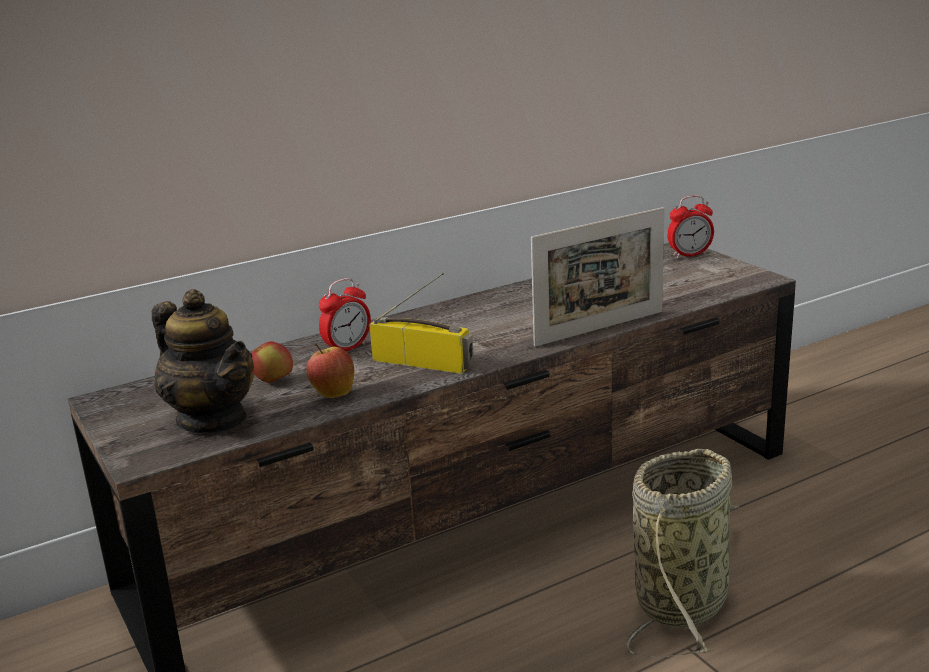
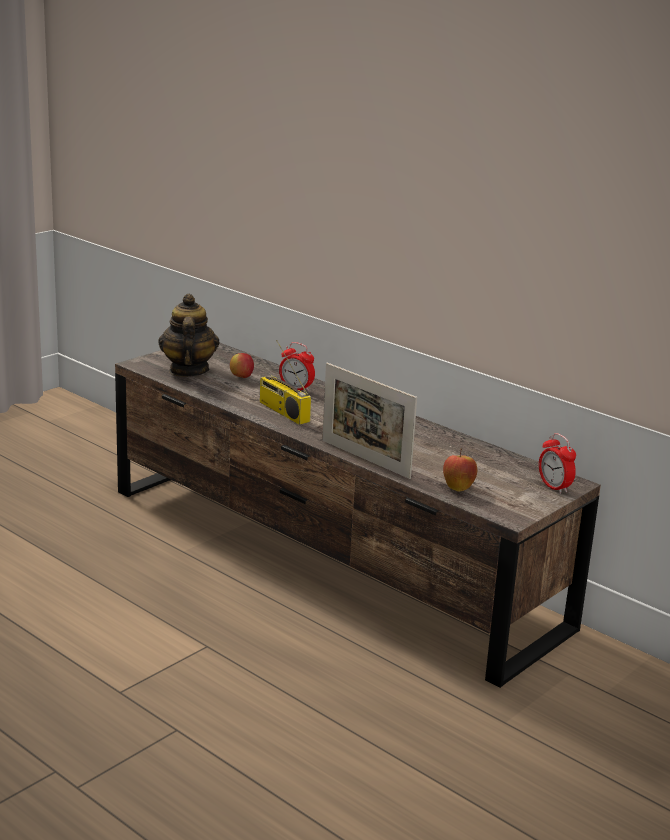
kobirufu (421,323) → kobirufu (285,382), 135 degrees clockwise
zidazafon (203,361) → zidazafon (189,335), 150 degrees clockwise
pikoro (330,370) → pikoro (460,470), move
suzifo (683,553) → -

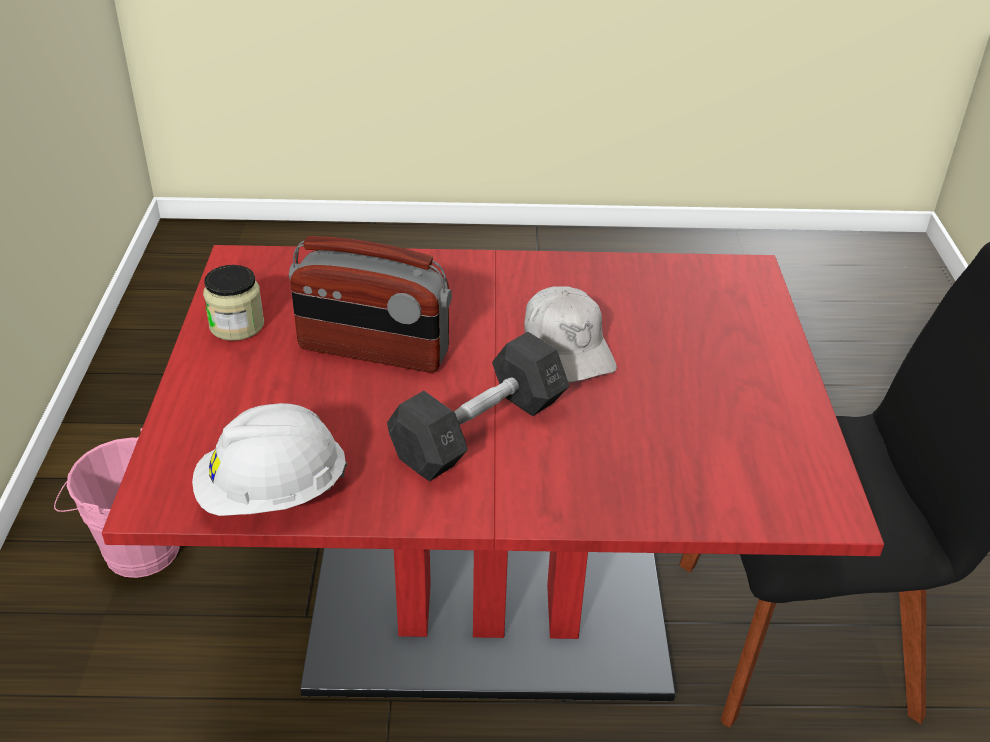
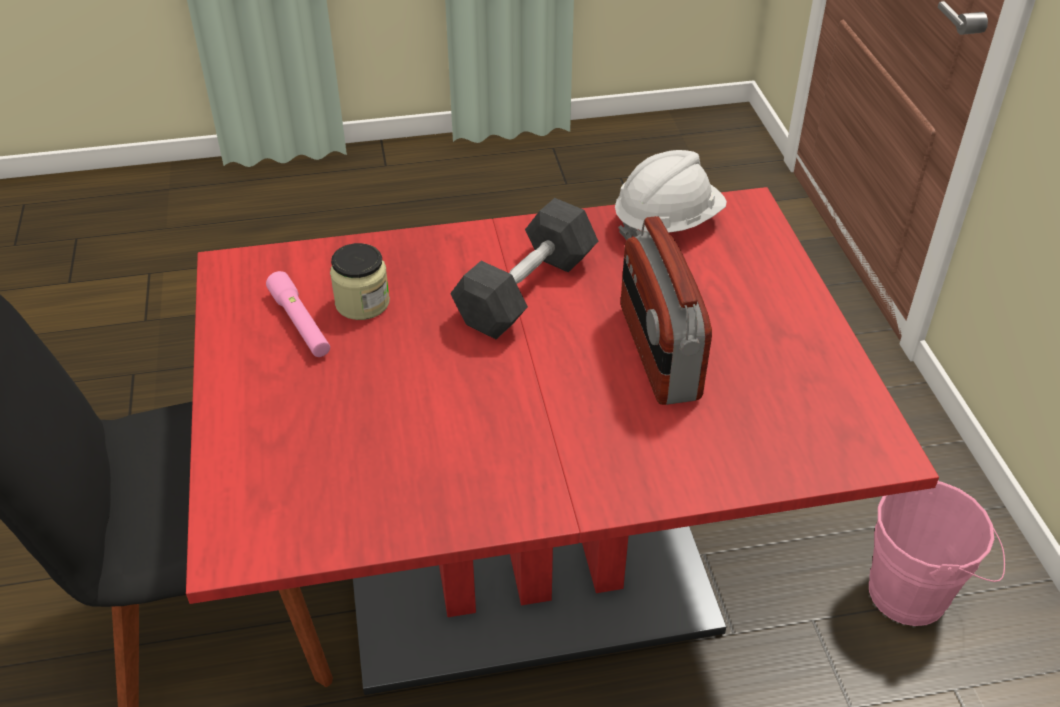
kobirufu (370,304) → kobirufu (666,310), 105 degrees counterclockwise
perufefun (233,303) → perufefun (360,281), move
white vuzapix (570,334) → -
- → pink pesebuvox (298,314)

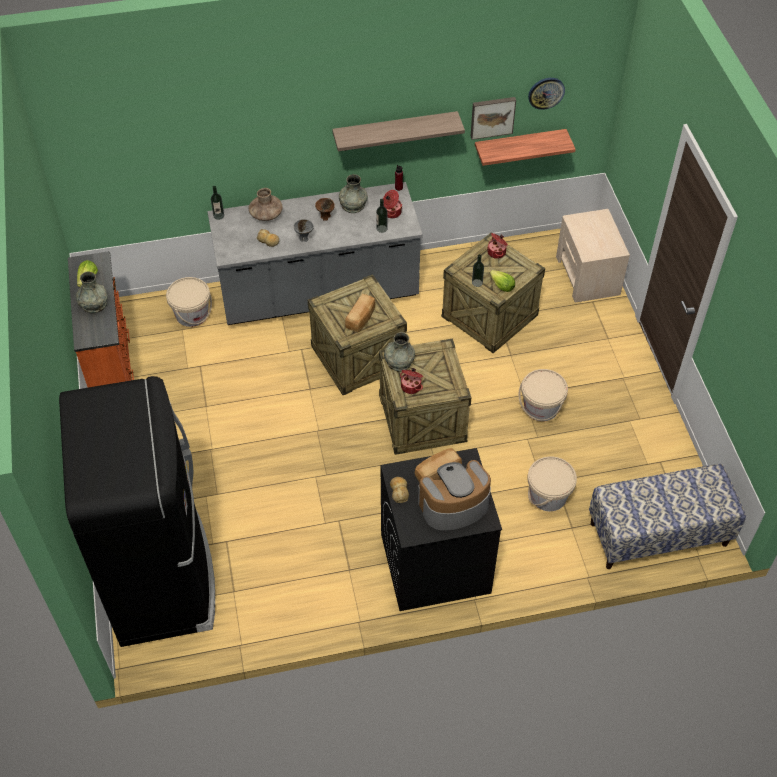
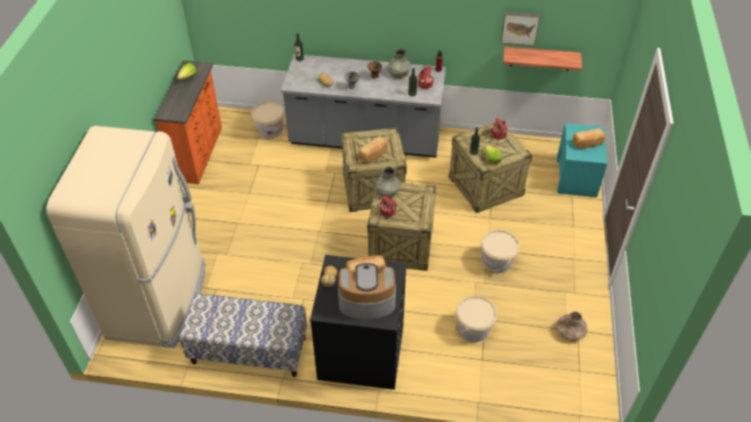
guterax (546,94) → -
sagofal (398,131) → -
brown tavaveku (265,204) → brown tavaveku (572,326), move
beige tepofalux (593,255) → turquoise tepofalux (582,160)
grey tavaveku (91,292) → -
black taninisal (137,511) → beige taninisal (126,237)
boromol (667,516) → boromol (243,335), move
- → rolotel (589,139)

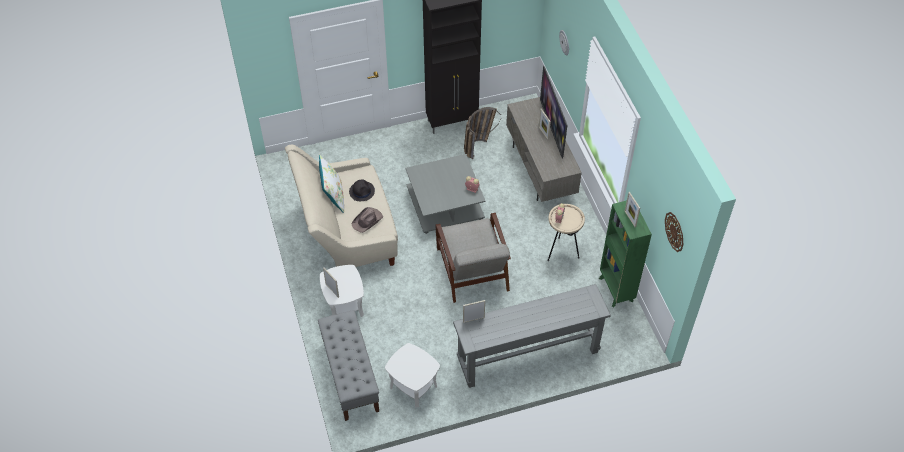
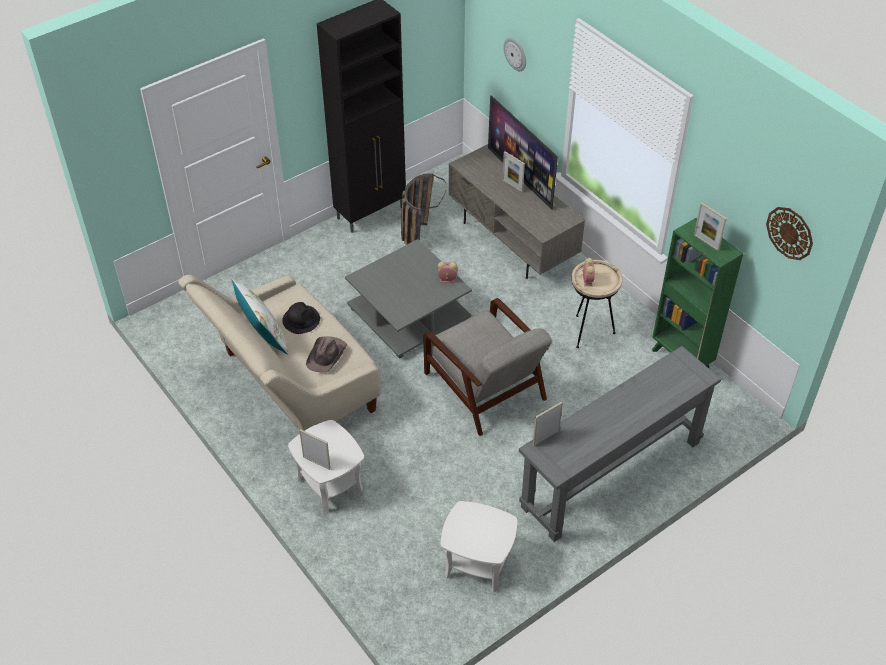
grey boromol (348,365) → -

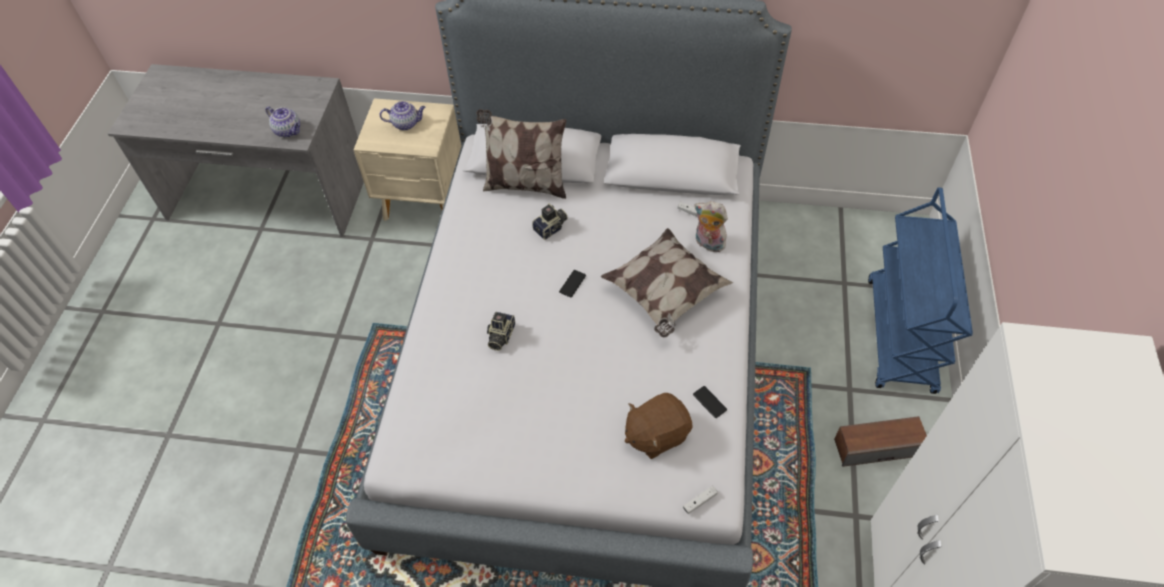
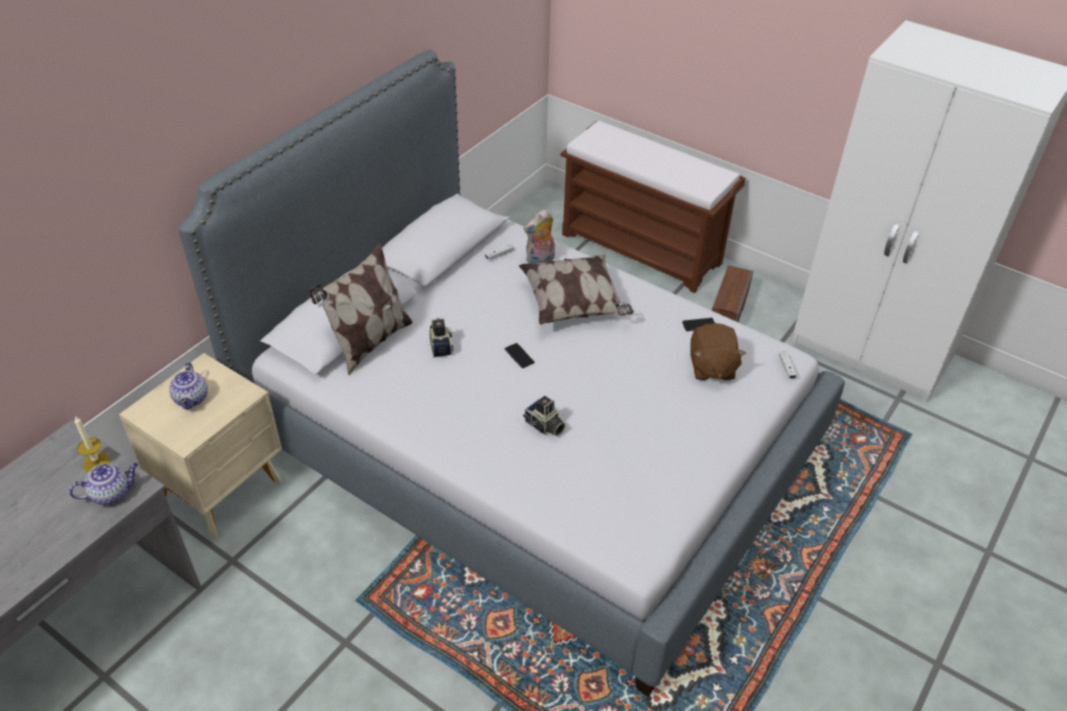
zidazafon (402,116) → zidazafon (188,386), 150 degrees clockwise
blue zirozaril (920,290) → brown boromol (653,207)
- → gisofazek (92,444)

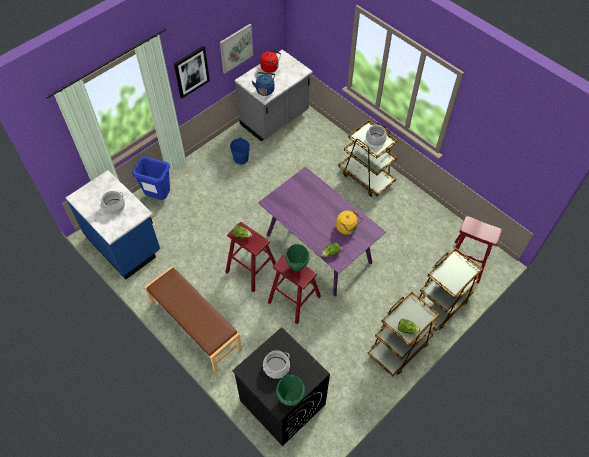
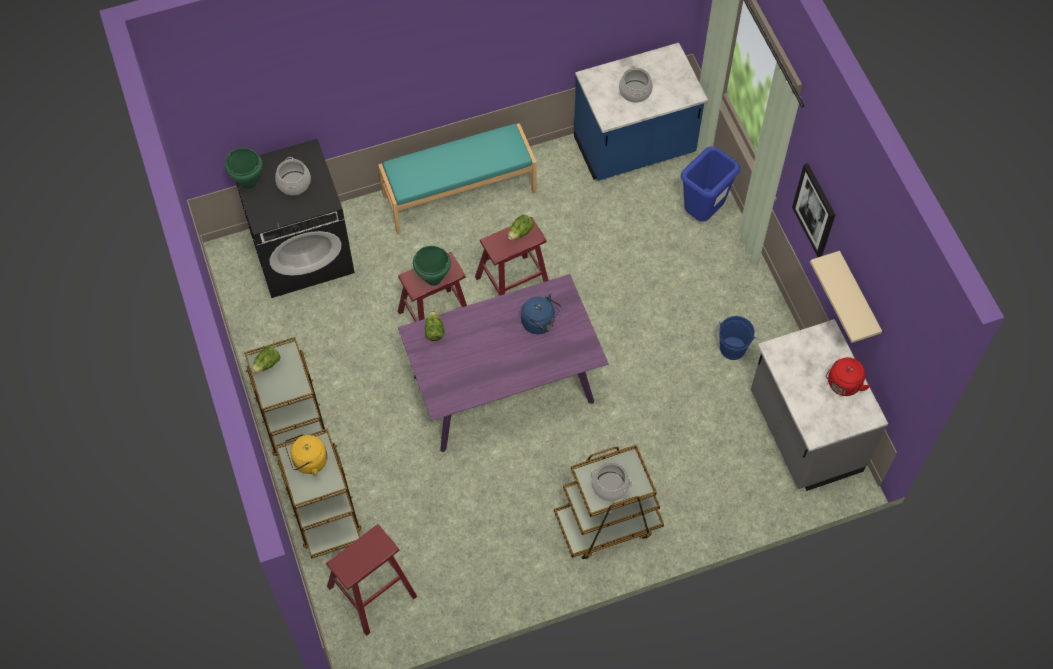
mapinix (236,49) → beige sagofal (846,297)
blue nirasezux (263,84) → blue nirasezux (541,314), move
yellow nirasezux (349,223) → yellow nirasezux (305,454), move
brown boromol (193,319) → turquoise boromol (457,178)

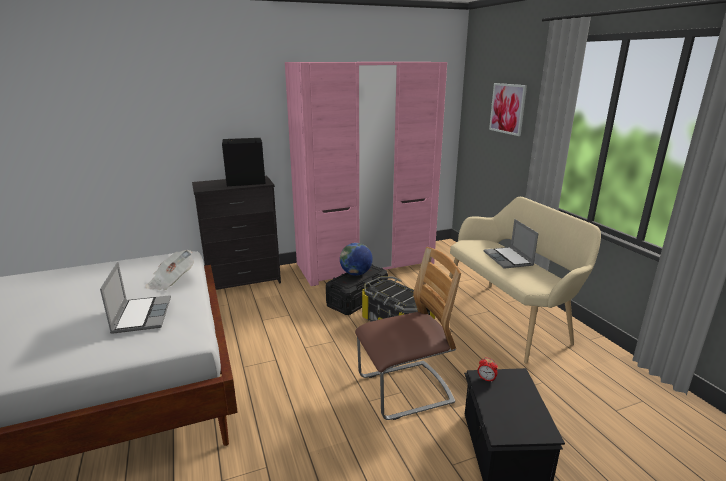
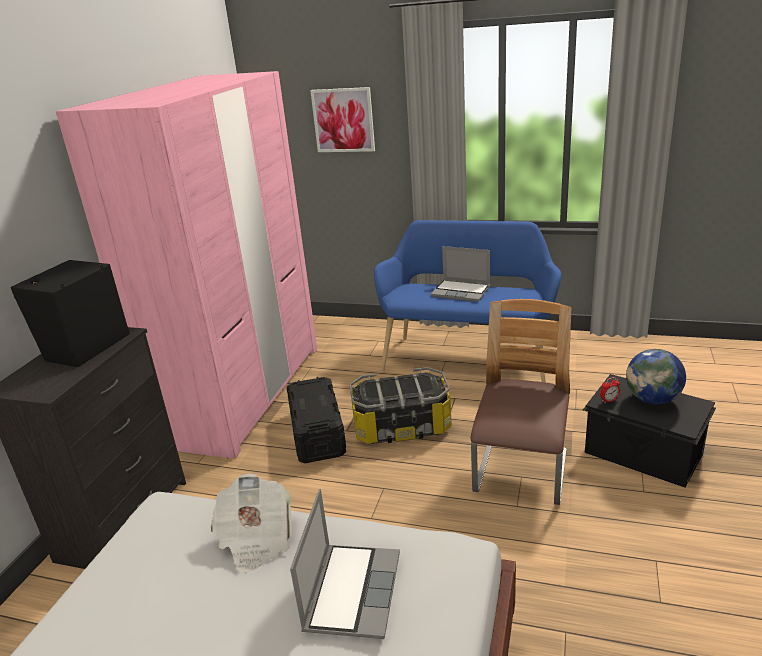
beige boromol (525,280) → blue boromol (467,301)
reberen (356,259) → reberen (656,376), move
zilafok (135,297) → zilafok (345,564), 75 degrees clockwise

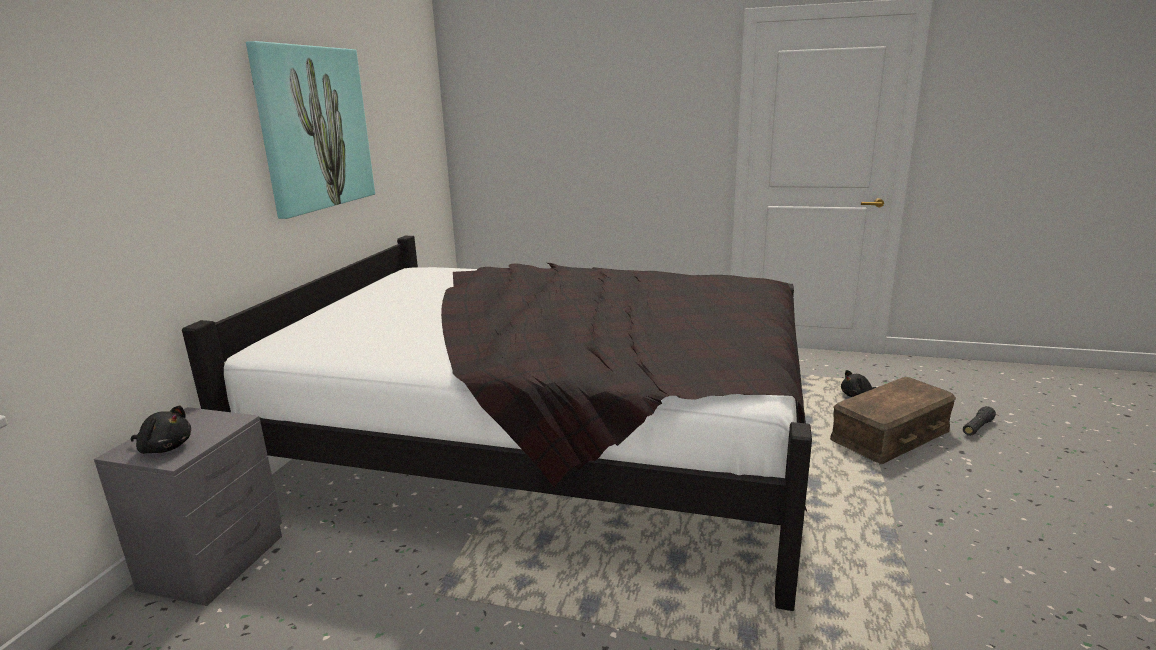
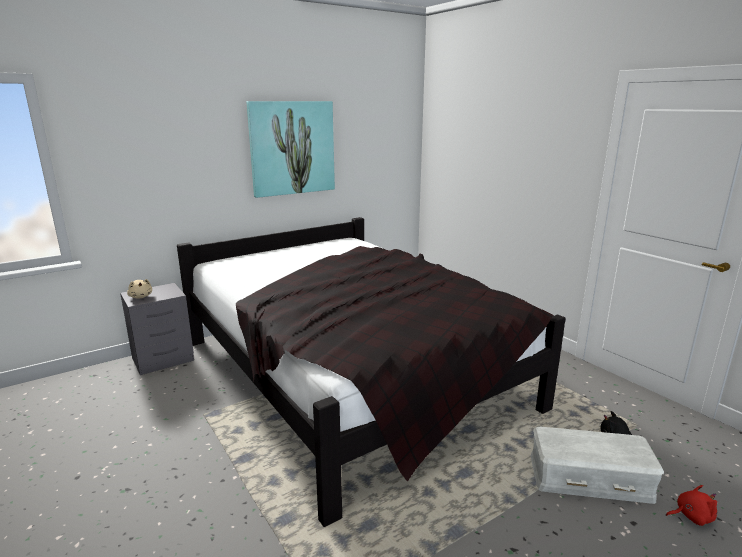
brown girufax (893,421) → white girufax (597,465)
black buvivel (161,429) → beige buvivel (139,288)
black pesebuvox (979,421) → red buvivel (691,505)

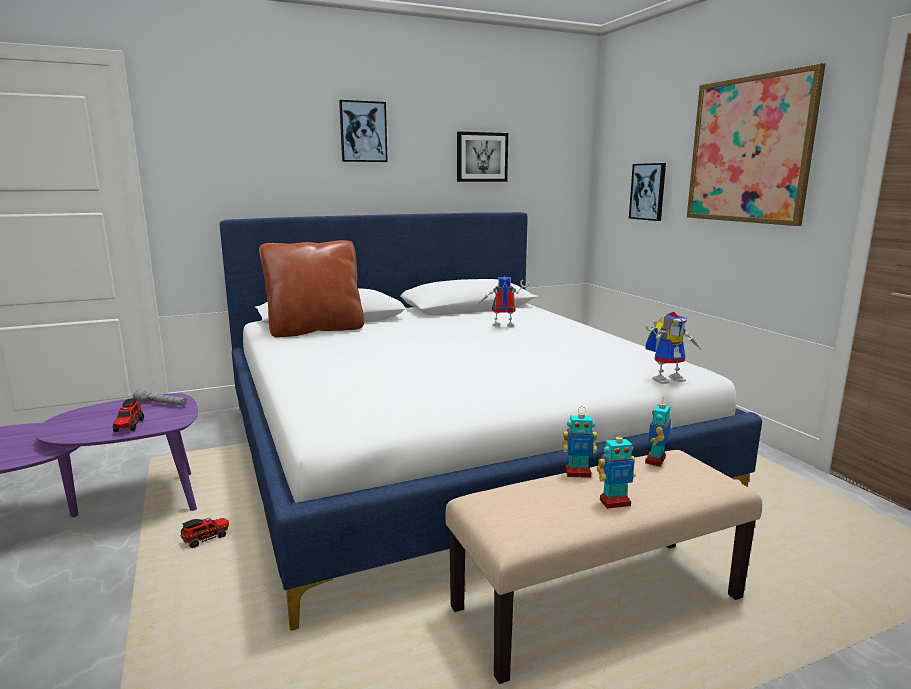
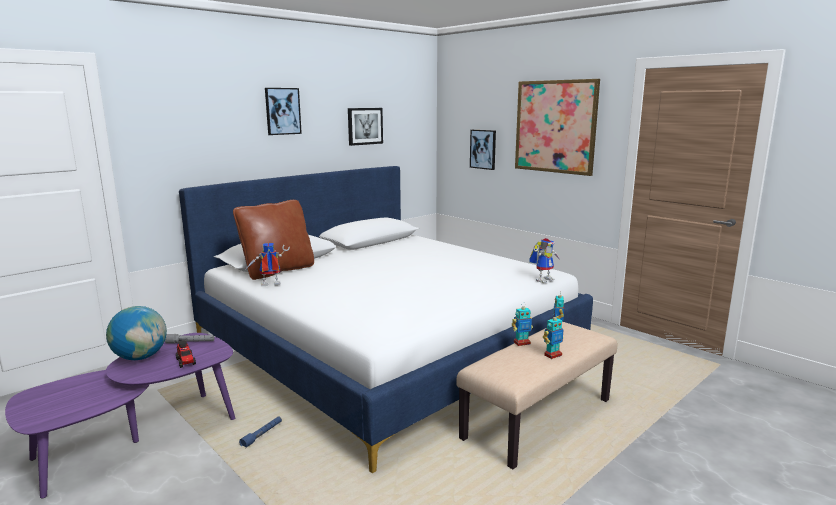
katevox (503,302) → katevox (268,264), move
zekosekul (204,533) → blue pesebuvox (260,432)
- → reberen (136,333)

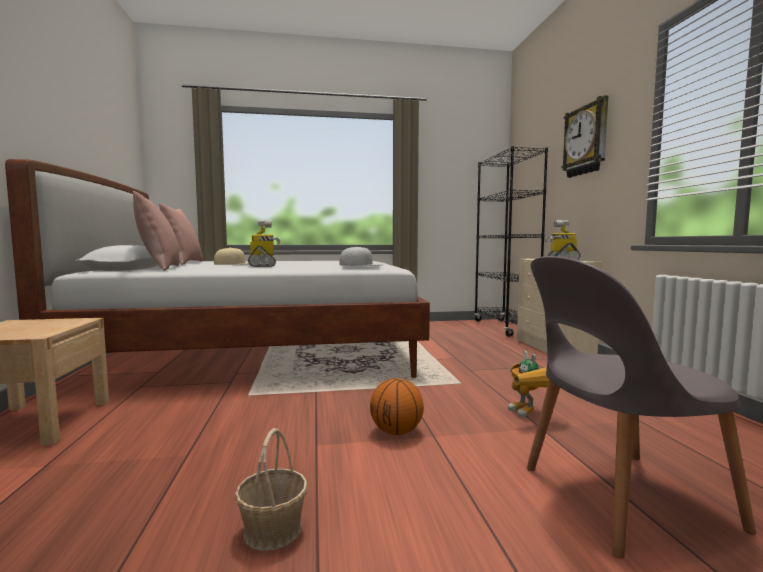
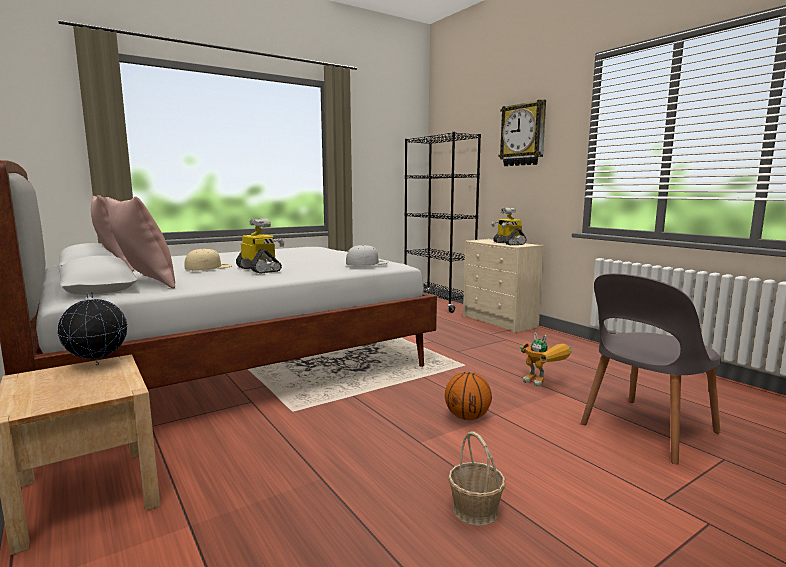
- → reberen (92,328)

